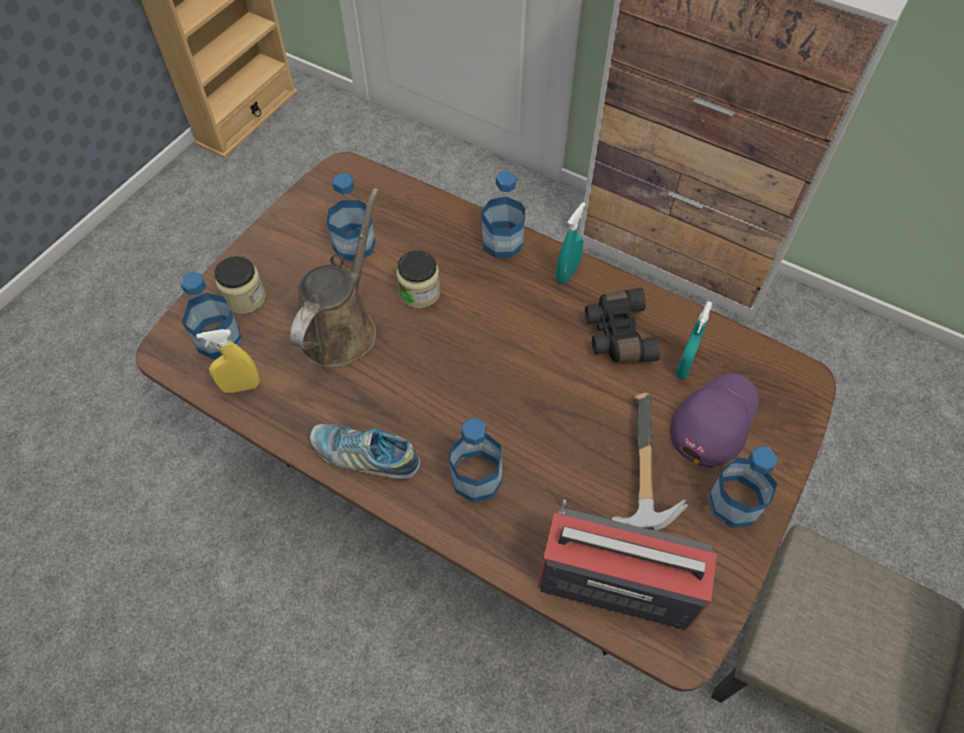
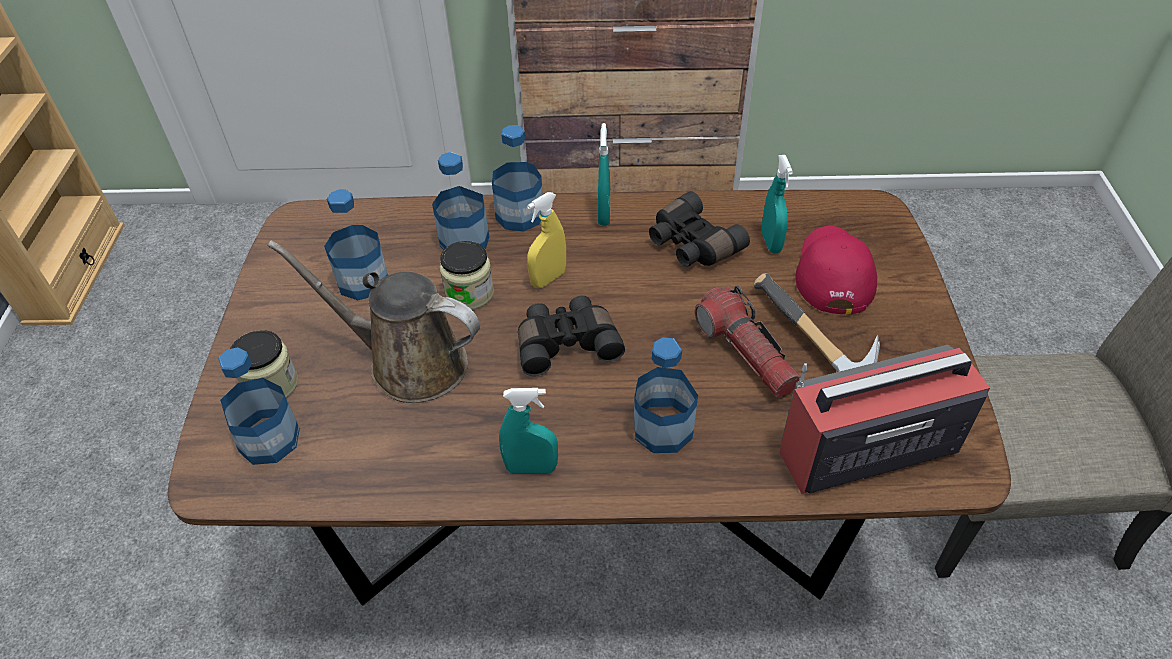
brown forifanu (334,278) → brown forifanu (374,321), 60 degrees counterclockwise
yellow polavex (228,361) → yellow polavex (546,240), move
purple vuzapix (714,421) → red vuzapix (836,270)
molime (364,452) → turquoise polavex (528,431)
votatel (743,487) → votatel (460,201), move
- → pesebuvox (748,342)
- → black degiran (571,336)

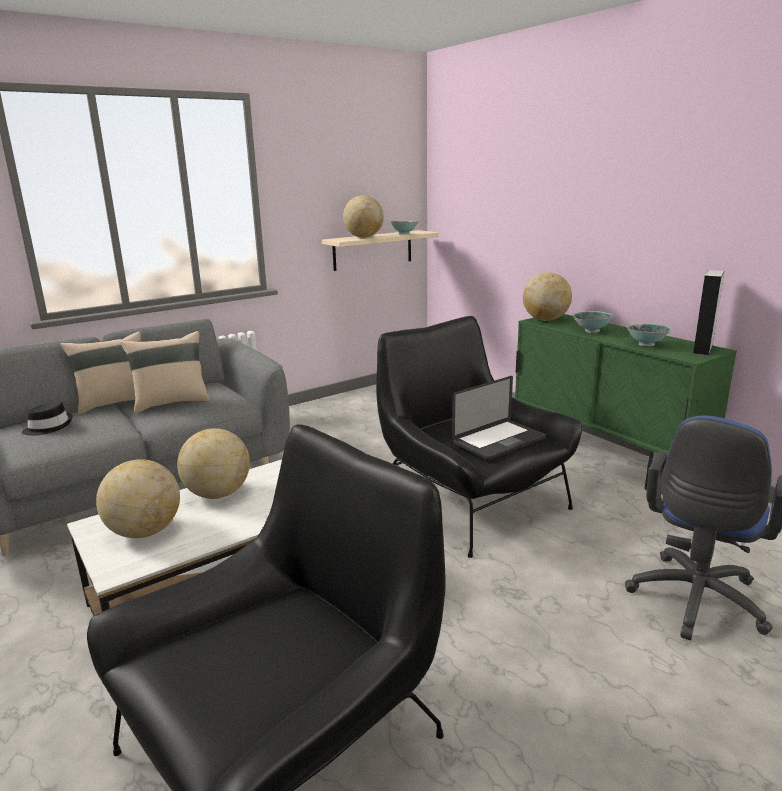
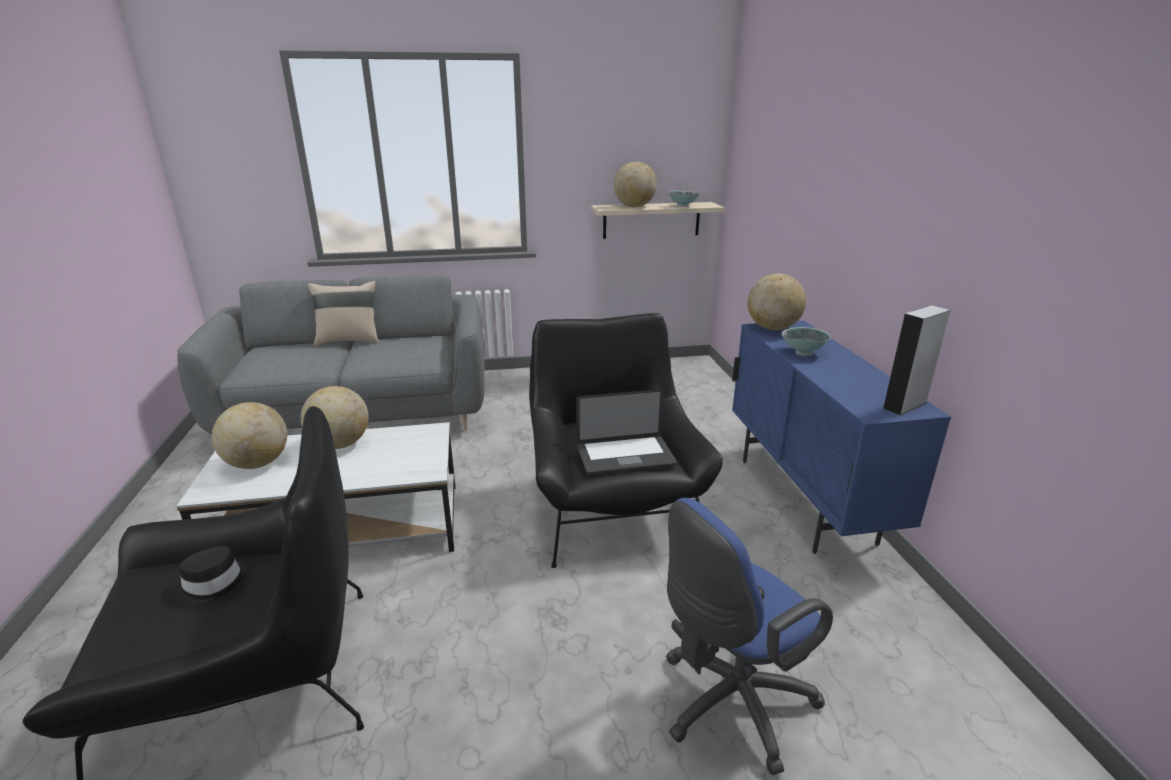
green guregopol (626,402) → blue guregopol (841,437)
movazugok (649,334) → -
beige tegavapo (165,372) → -
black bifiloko (47,418) → black bifiloko (210,575), move

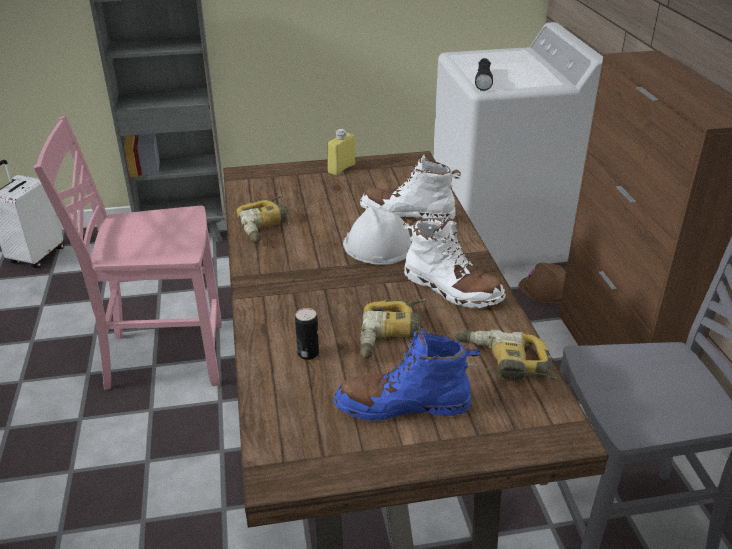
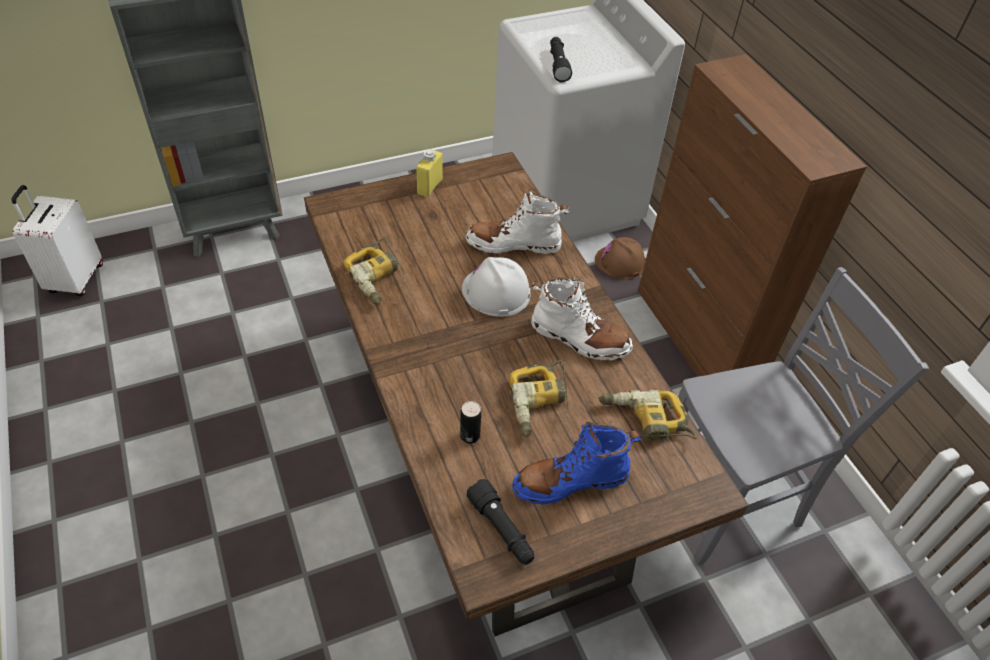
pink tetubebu (128,253) → -
- → black pesebuvox (500,522)

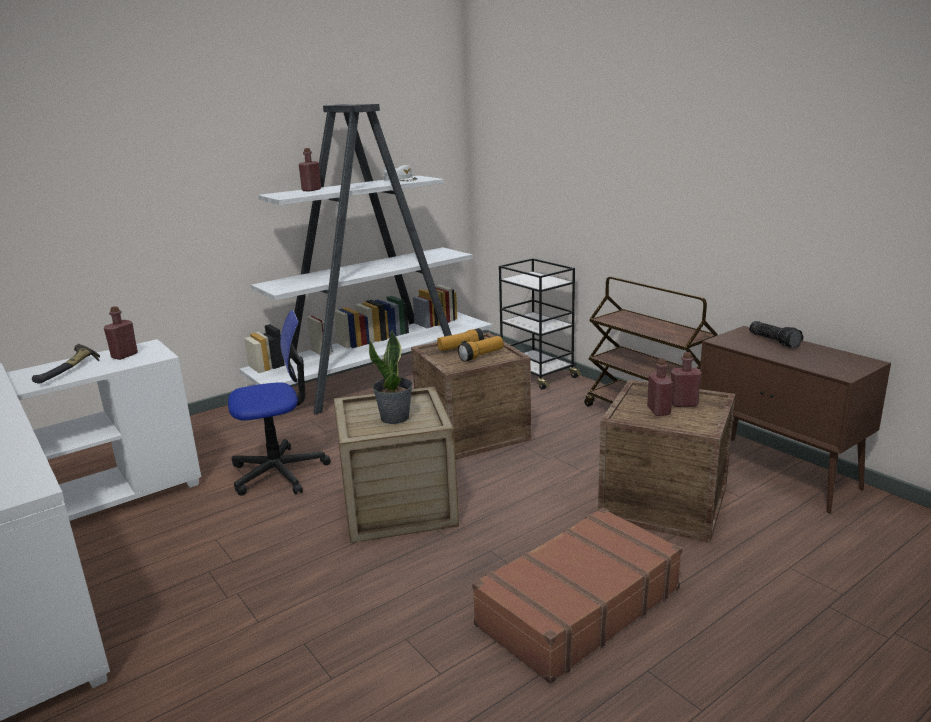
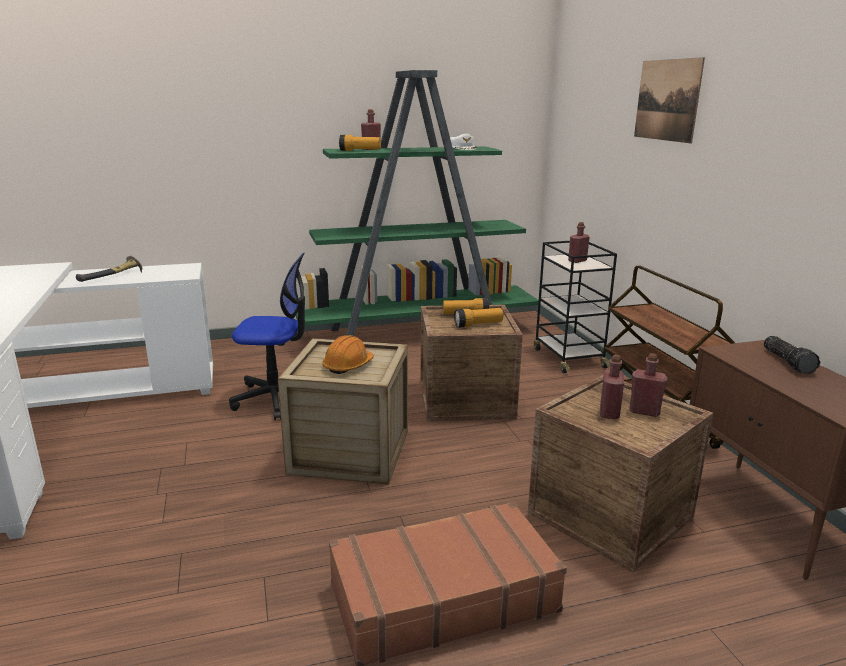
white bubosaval (365,259) → green bubosaval (417,203)
red votatel (121,333) → red votatel (578,242), move
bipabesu (391,377) → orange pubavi (348,354)
- → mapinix (669,100)
- → pesebuvox (360,143)

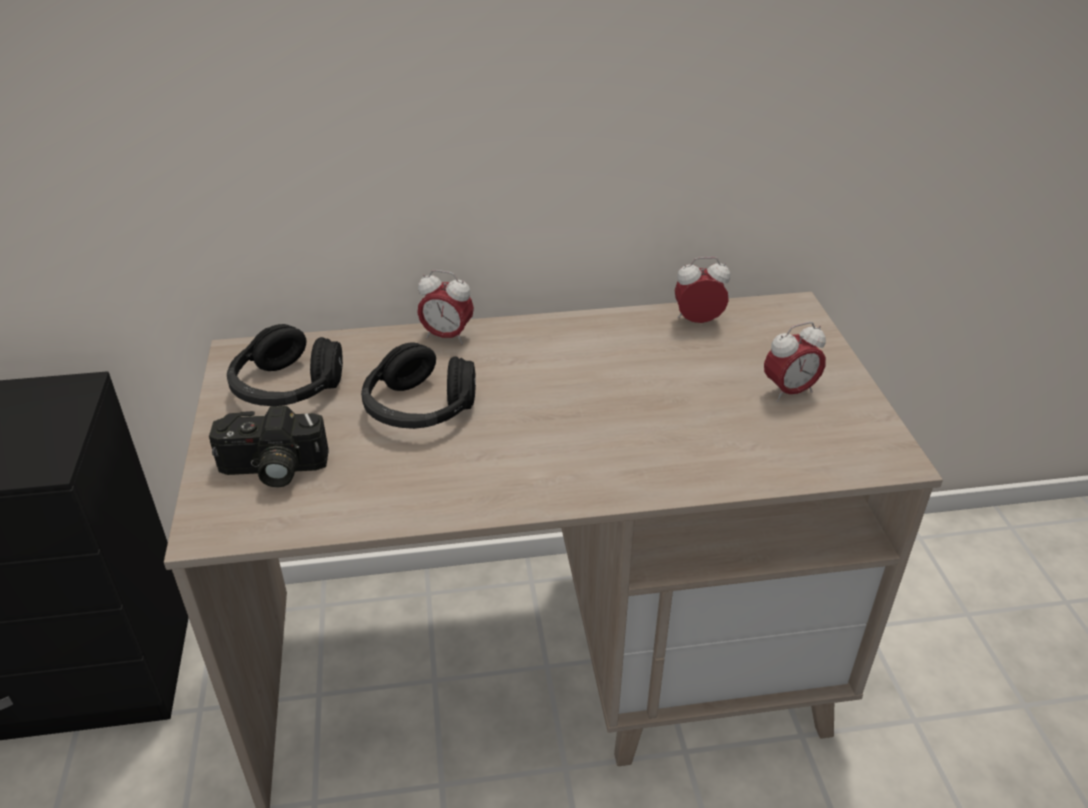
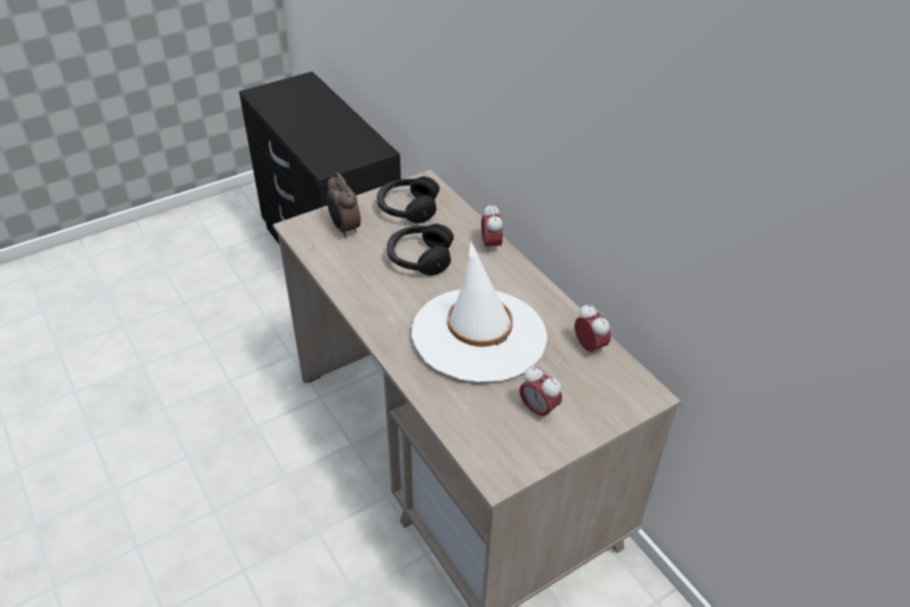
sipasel (269,447) → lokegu (344,205)
- → white bifiloko (479,312)

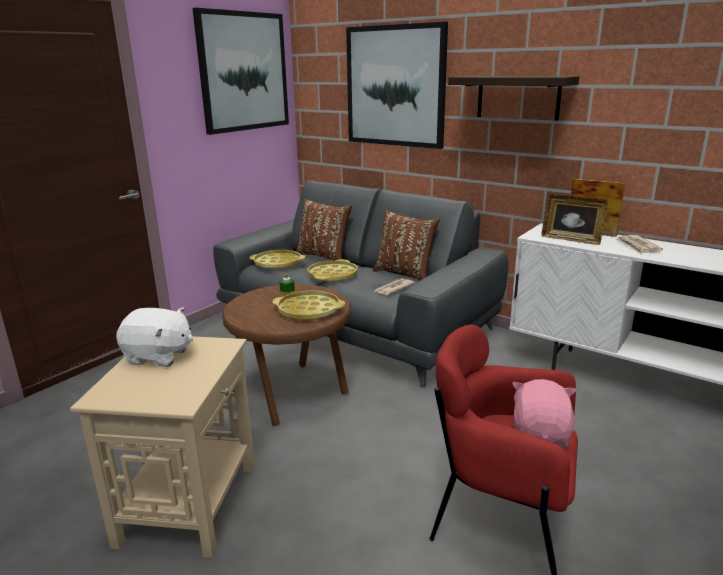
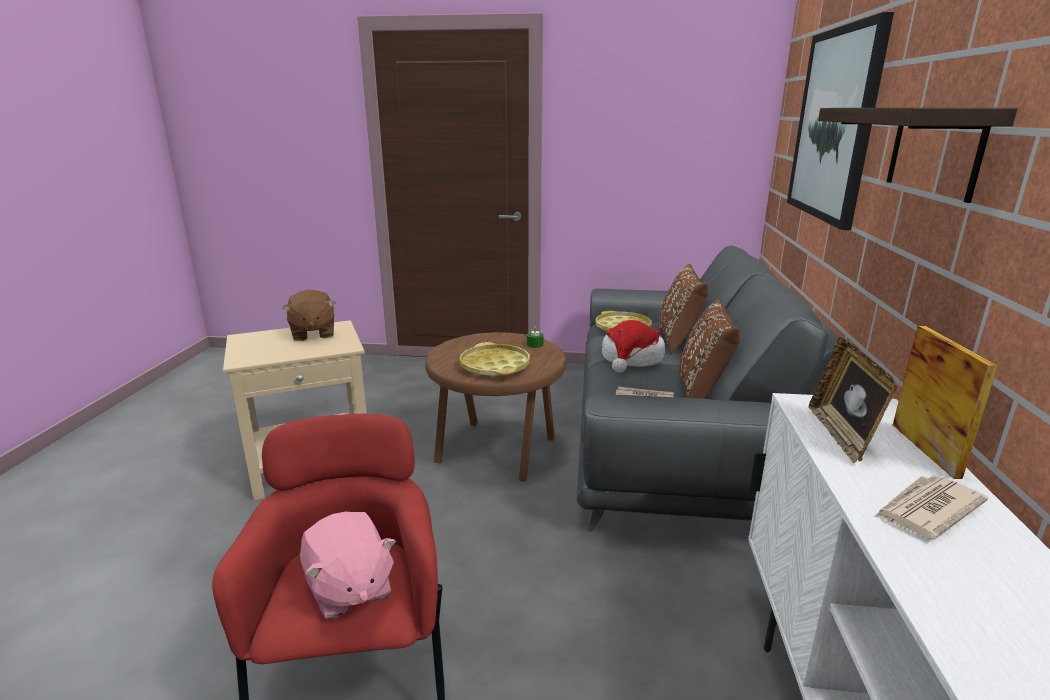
mapinix (241,71) → -
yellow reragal (332,271) → bifiloko (633,346)
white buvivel (154,337) → brown buvivel (309,315)
pink buvivel (544,413) → pink buvivel (348,565), 75 degrees clockwise

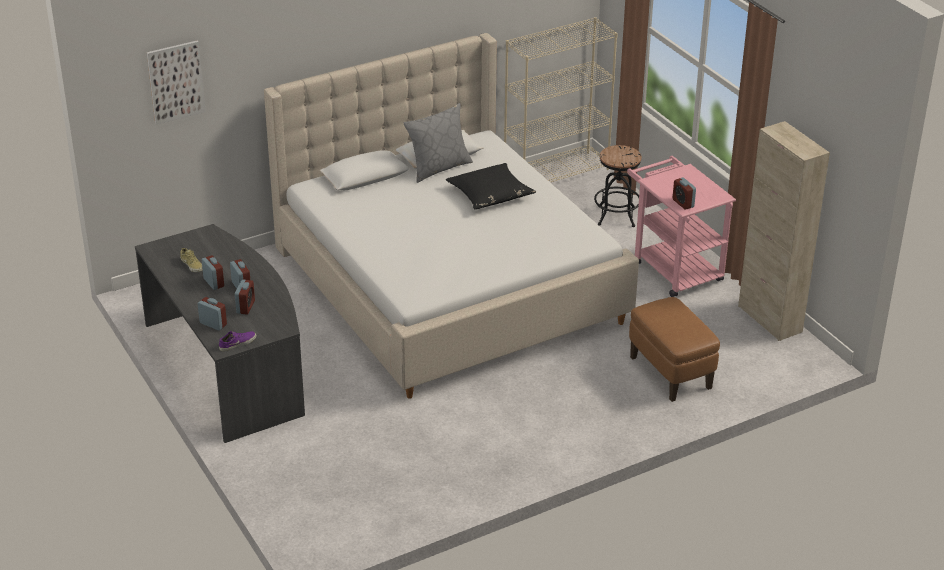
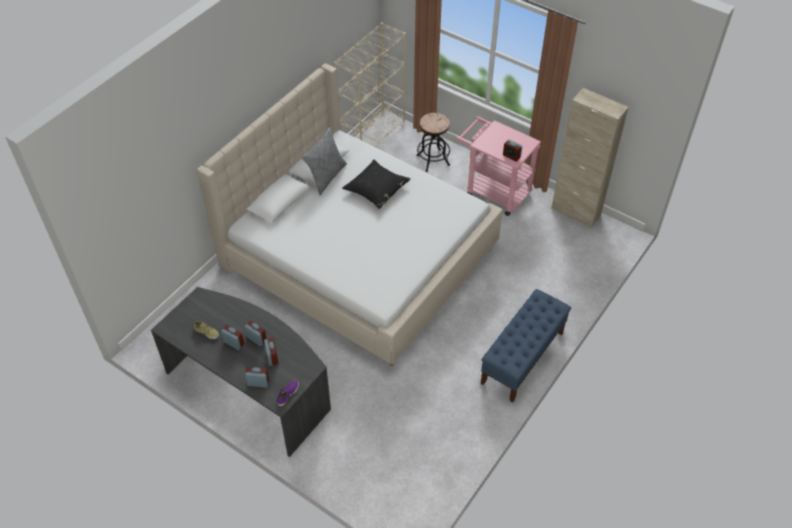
mapinix (176,82) → -
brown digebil (674,349) → -
- → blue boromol (526,346)

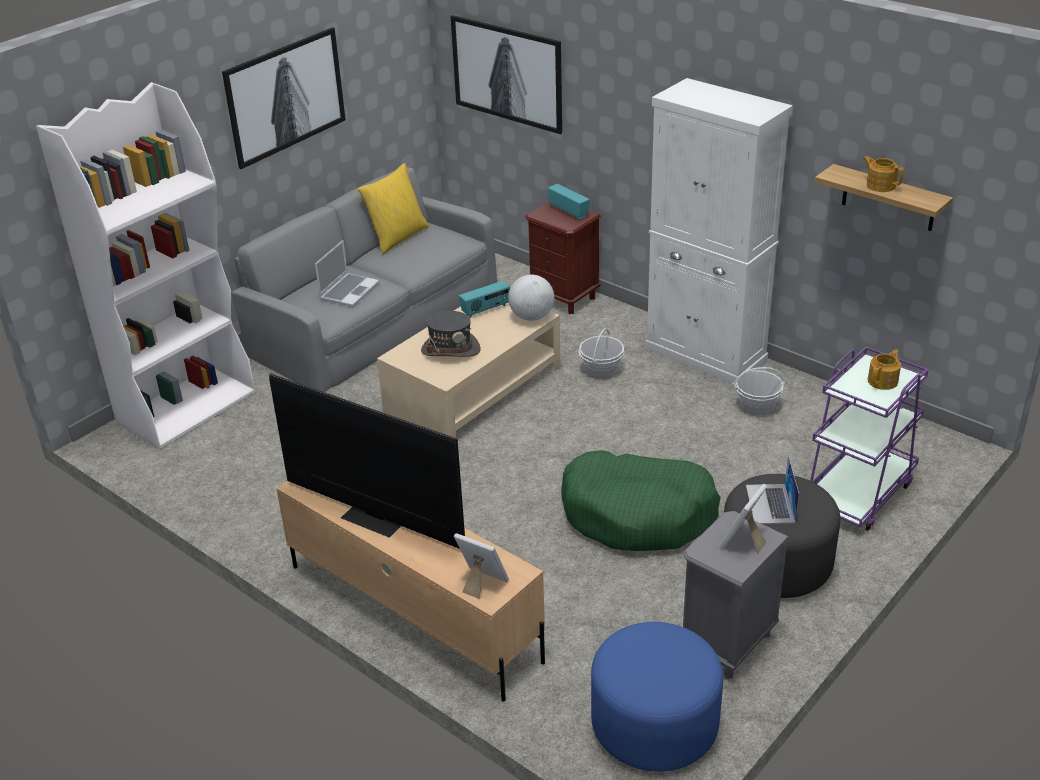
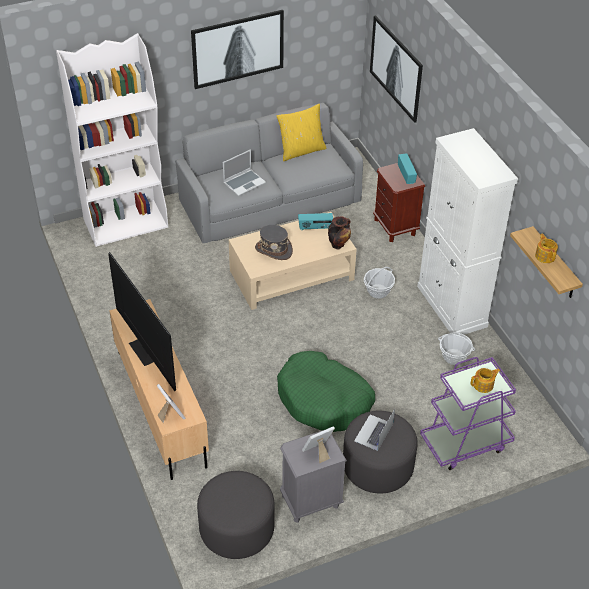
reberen (531,298) → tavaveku (339,232)
blue digebil (657,697) → grey digebil (236,515)

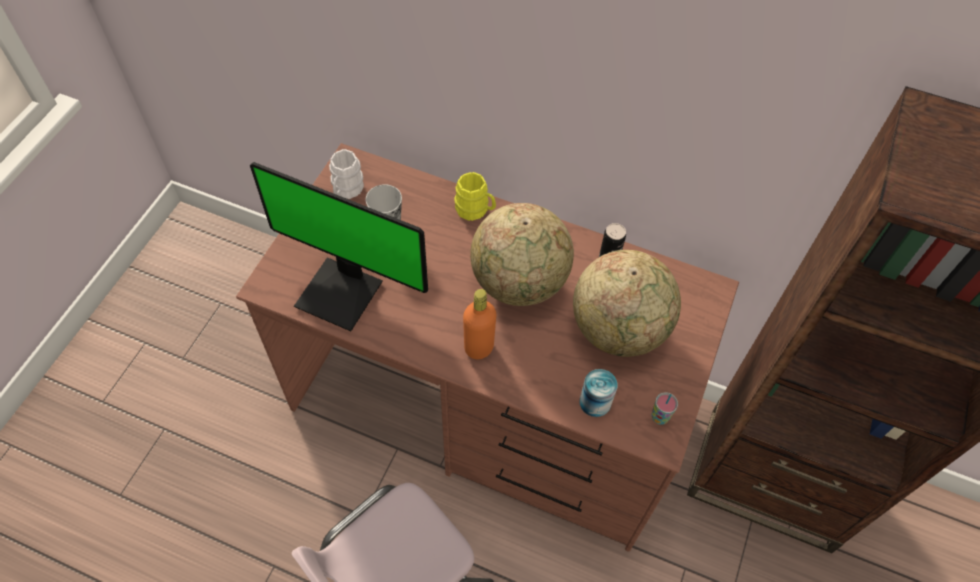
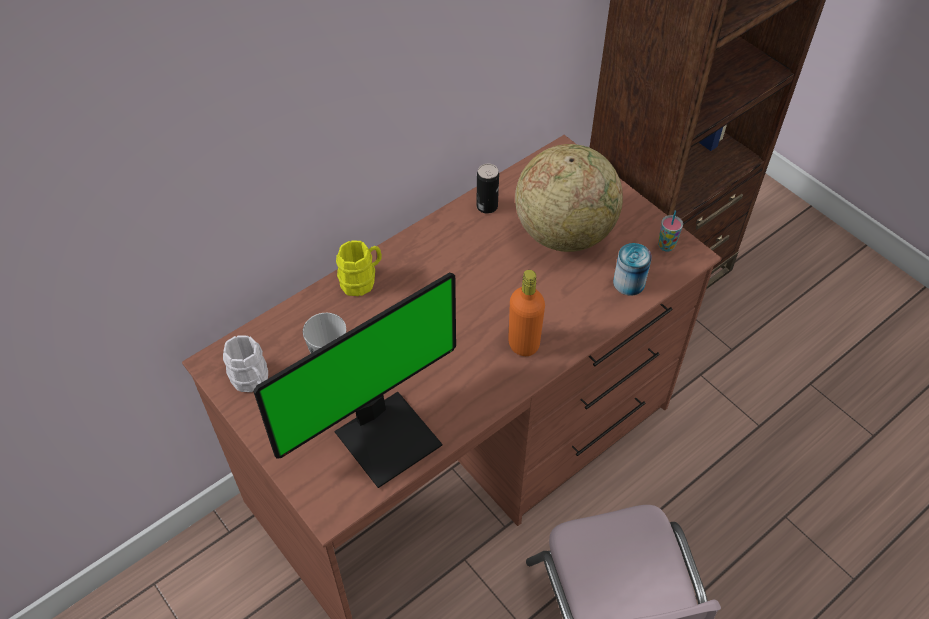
reberen (522,254) → -

